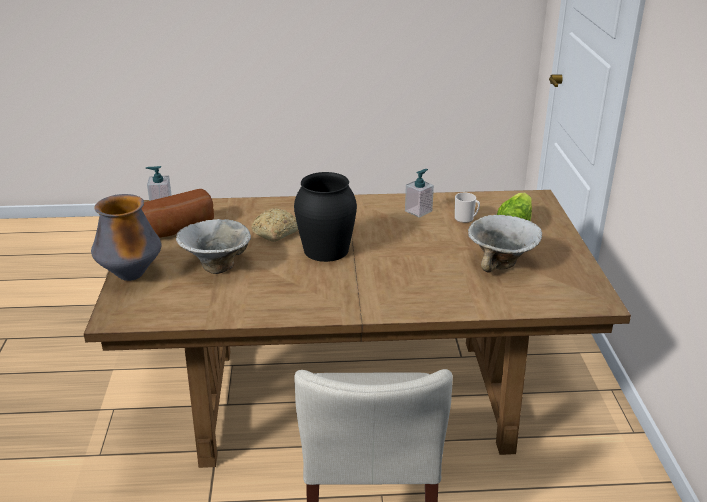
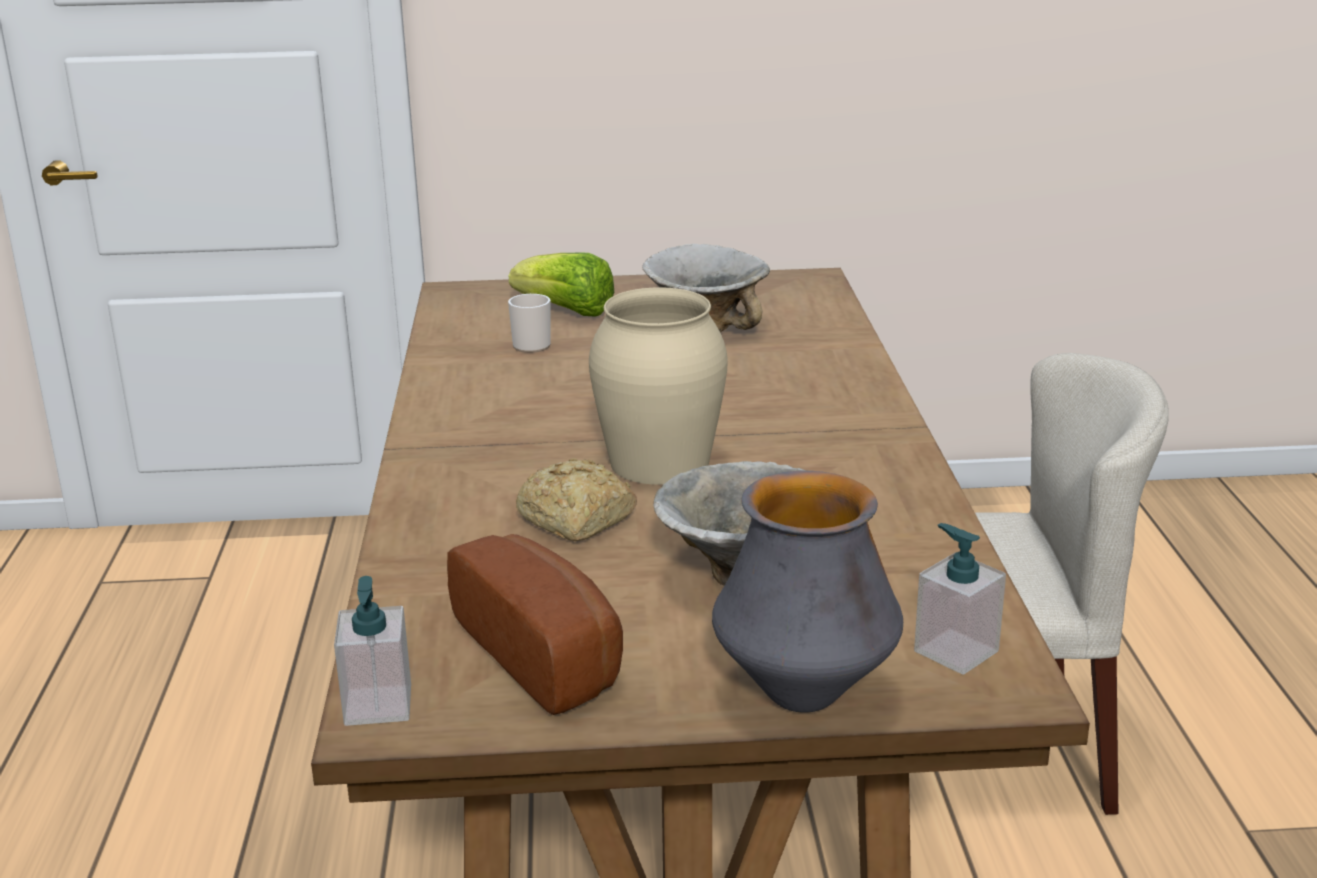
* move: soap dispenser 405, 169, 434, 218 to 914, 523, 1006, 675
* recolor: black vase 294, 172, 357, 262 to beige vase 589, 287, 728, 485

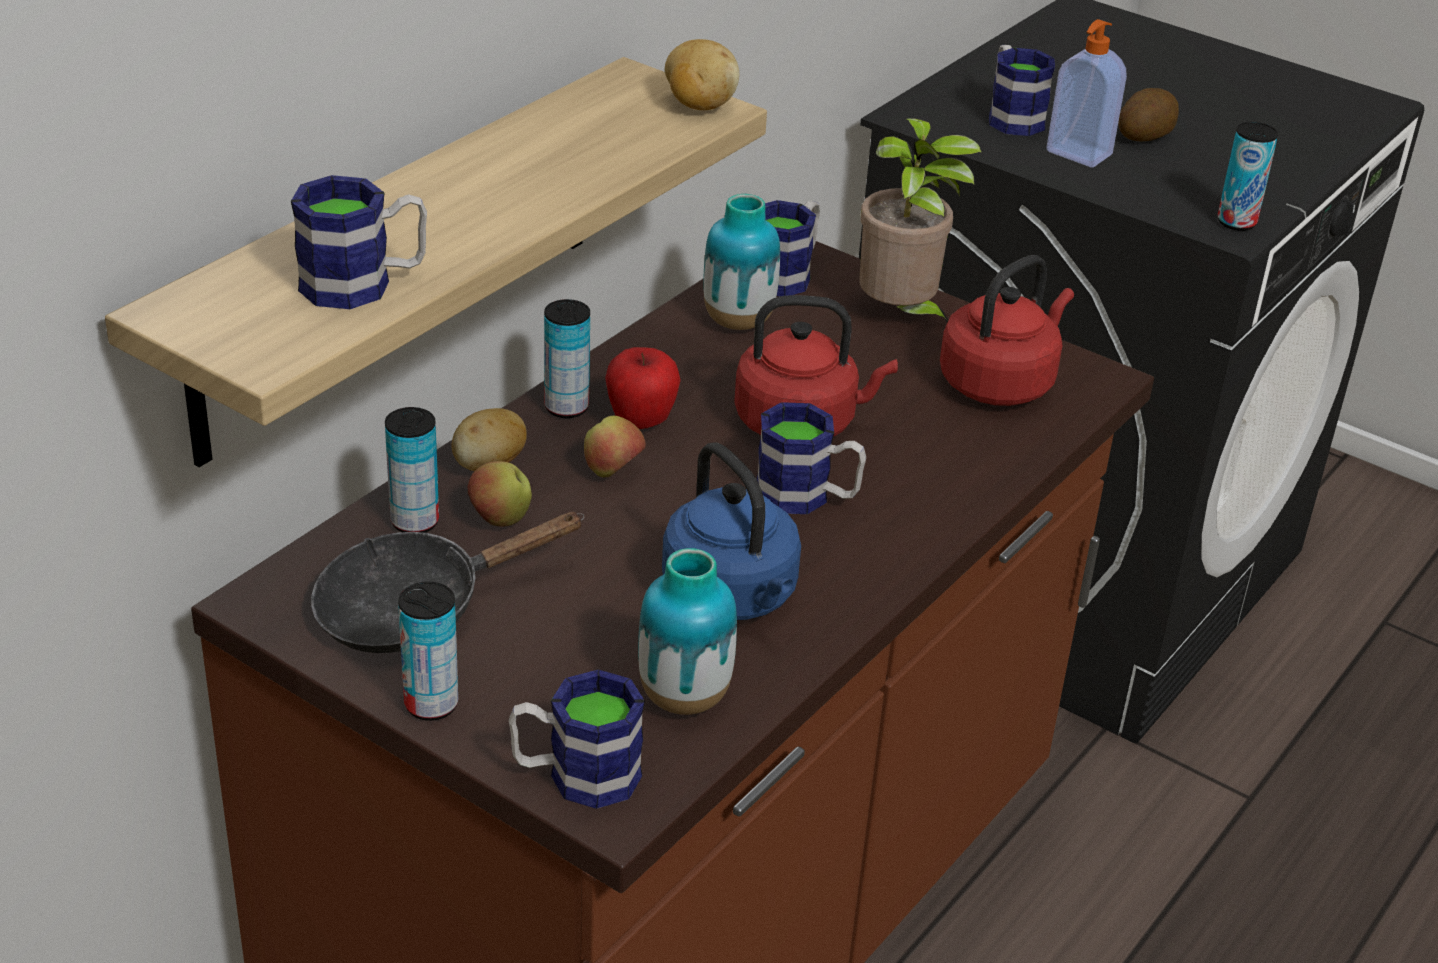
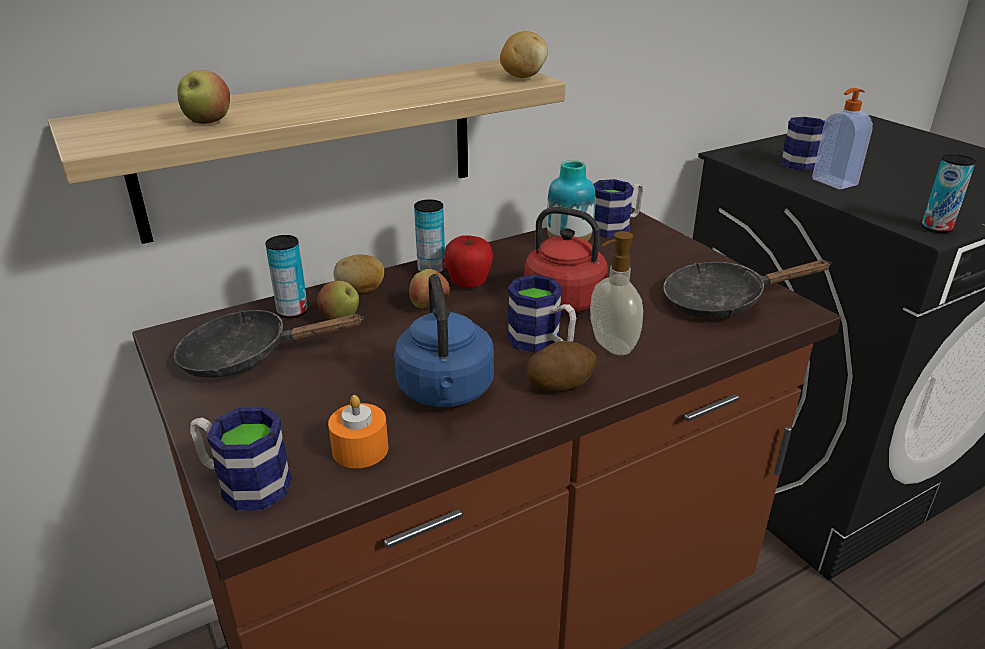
* move: potato 1118, 88, 1179, 142 to 527, 341, 597, 391
* delete: potted plant 859, 118, 982, 322
* replace: mug 291, 175, 427, 309 to apple 177, 70, 230, 124
* replace: red kettle 940, 255, 1074, 406 to black frying pan 664, 260, 832, 318
* replace: vase 638, 548, 737, 715 to orange candle 328, 395, 389, 468
* delete: can 398, 582, 459, 721
* insert: soap dispenser 590, 231, 643, 355

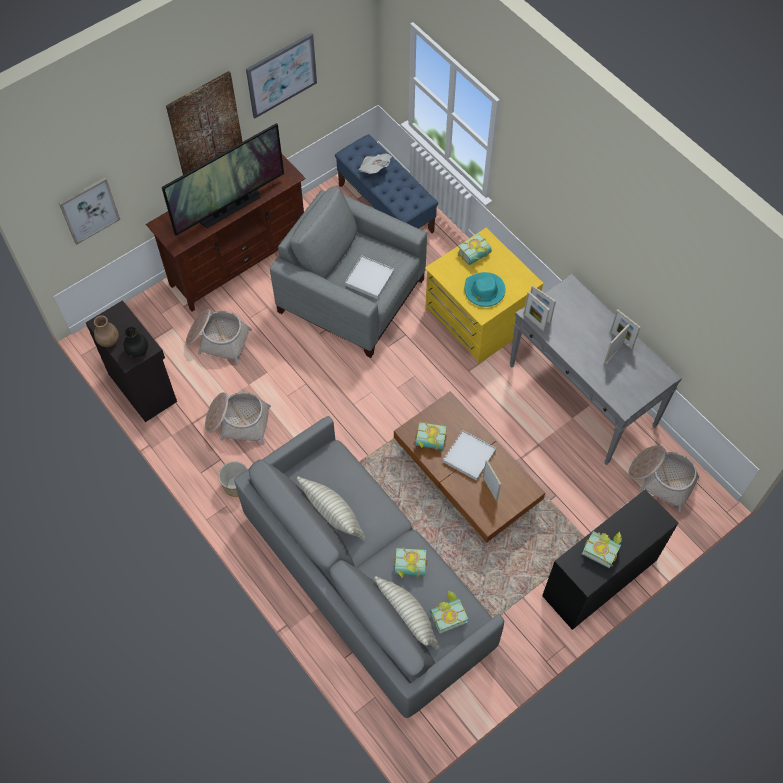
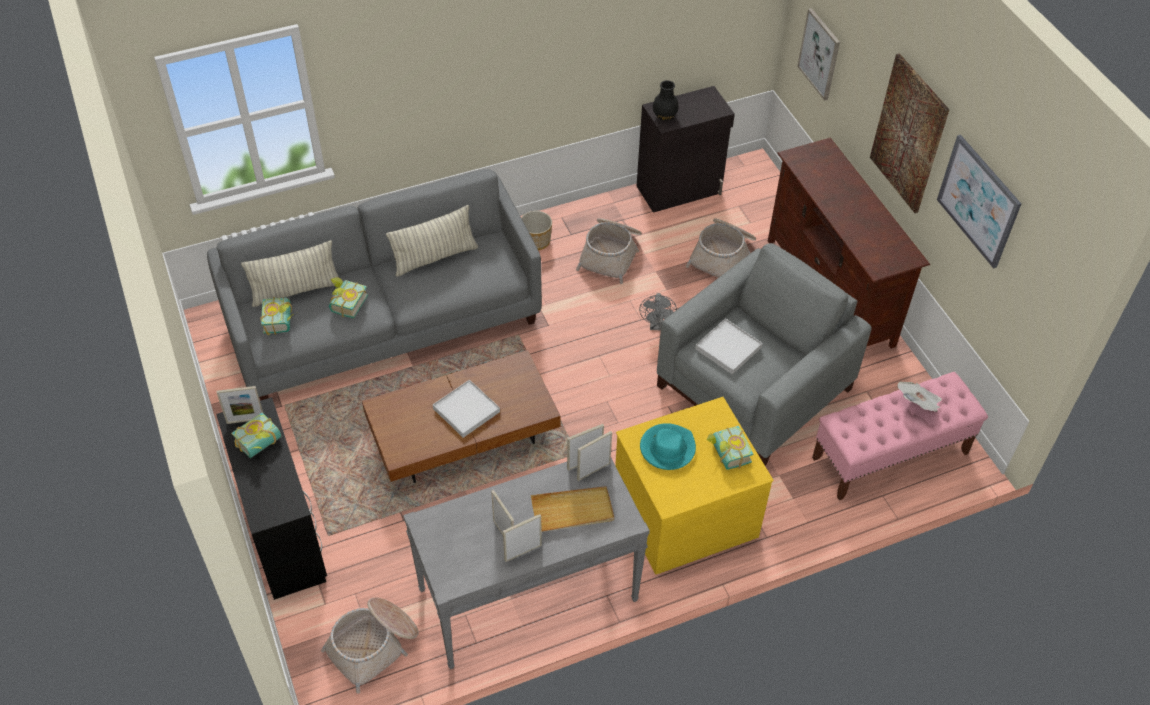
* delete: television 162, 123, 284, 236
* recolor: blue bench 335, 134, 438, 233 to pink bench 812, 372, 988, 500
* delete: brown vase 94, 316, 119, 347
* delete: book 416, 422, 447, 450
* move: picture frame 483, 460, 501, 501 to 217, 386, 264, 424
* insert: grey fan 639, 293, 677, 330
* insert: beige tray 531, 486, 614, 532

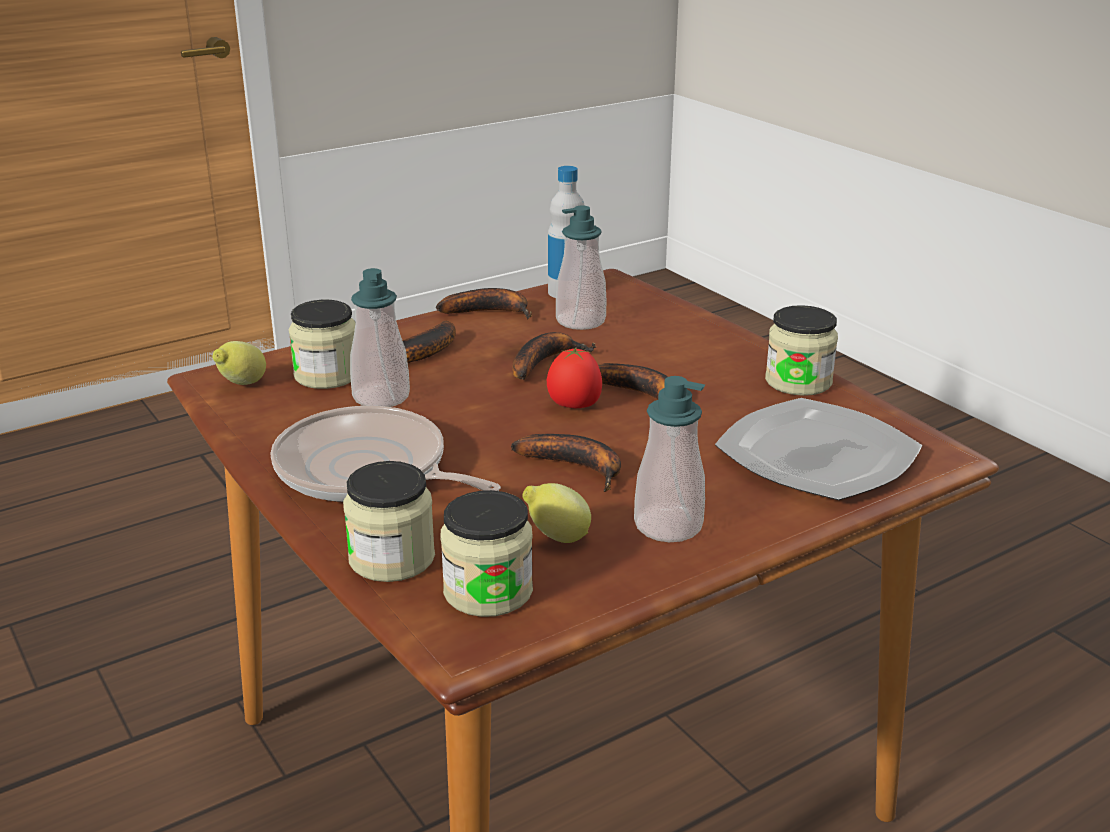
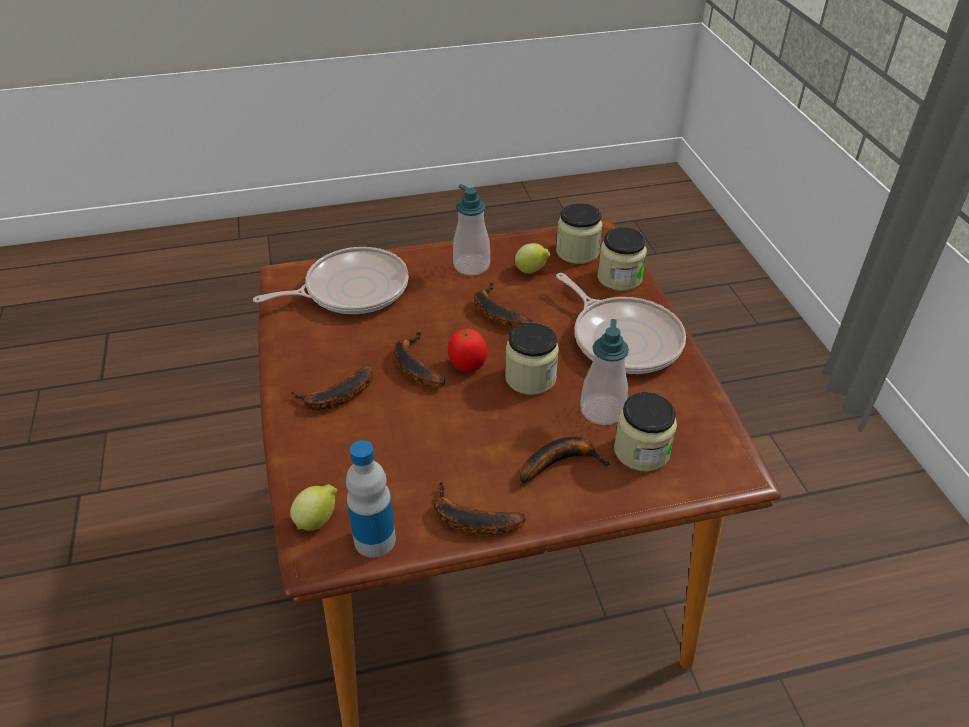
* delete: soap dispenser 556, 206, 606, 330
* move: jar 765, 305, 838, 396 to 505, 323, 559, 395
* move: banana 512, 332, 596, 380 to 290, 364, 374, 410
* move: lemon 212, 341, 266, 385 to 290, 484, 337, 531
* replace: plate 715, 398, 922, 500 to frying pan 253, 247, 409, 314

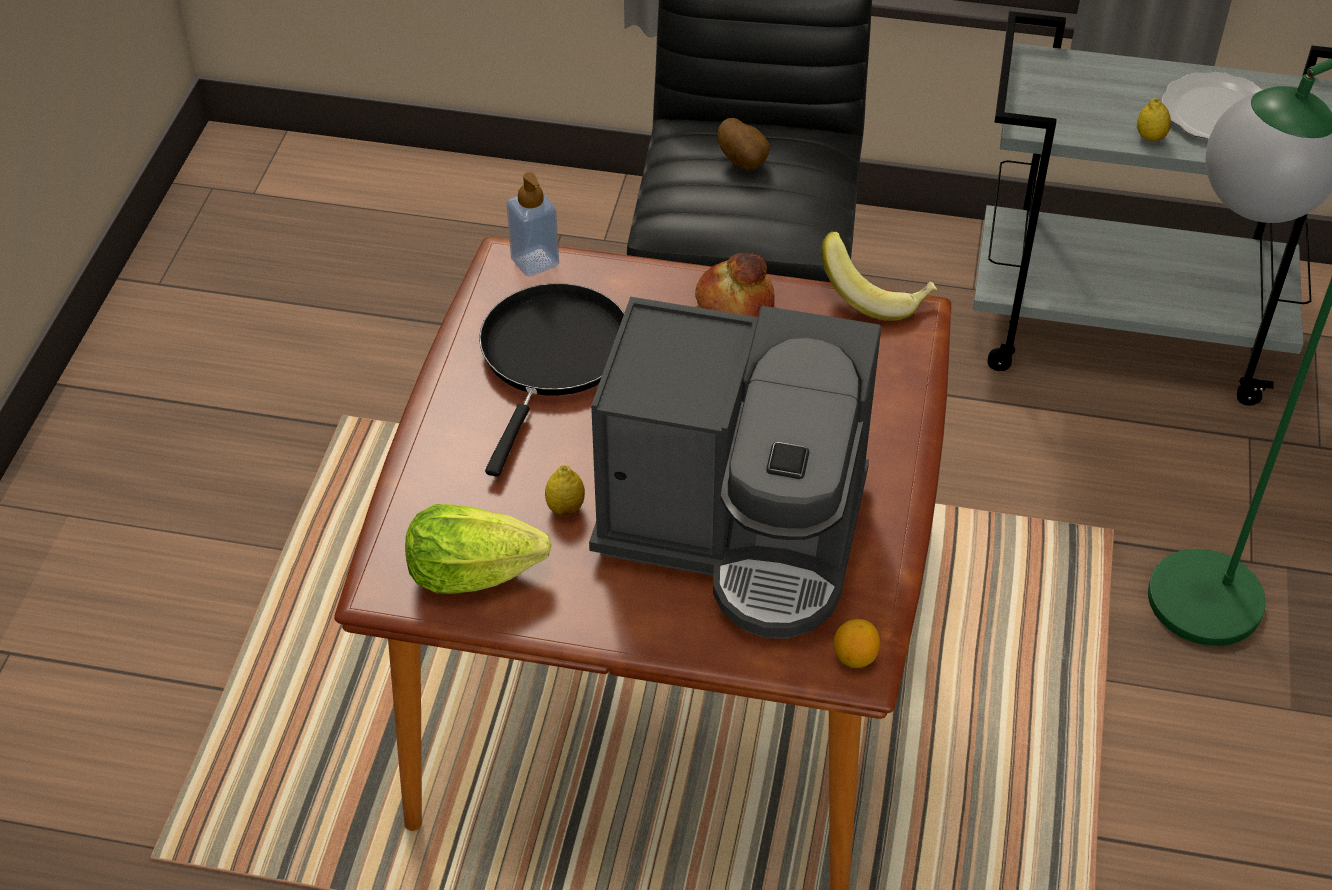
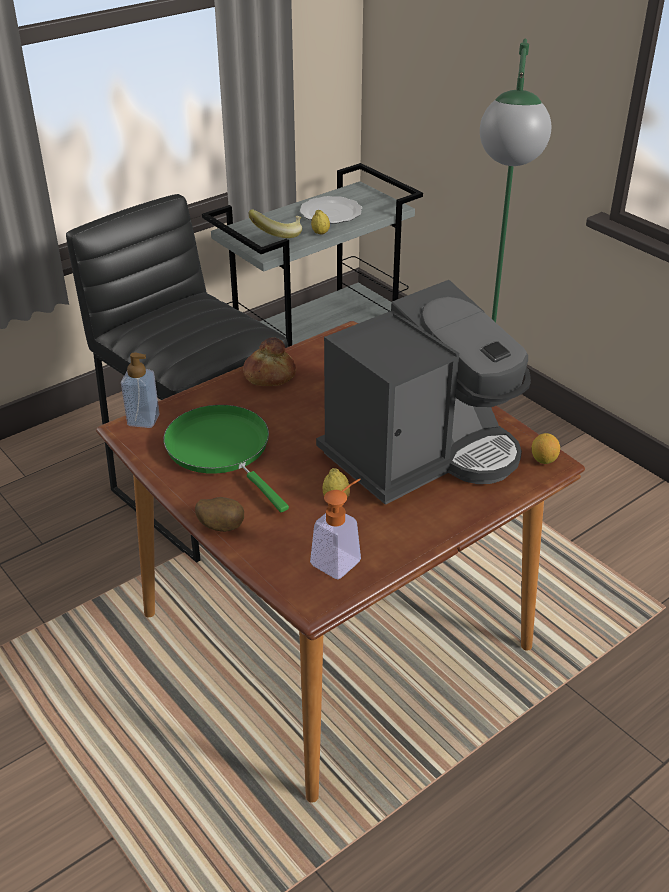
* move: potato 717, 118, 770, 169 to 195, 497, 244, 532
* move: banana 821, 232, 937, 321 to 249, 209, 302, 238
* recolor: black frying pan 479, 283, 624, 477 to green frying pan 163, 405, 289, 512
* replace: lettuce 405, 504, 551, 594 to soap dispenser 310, 478, 361, 579

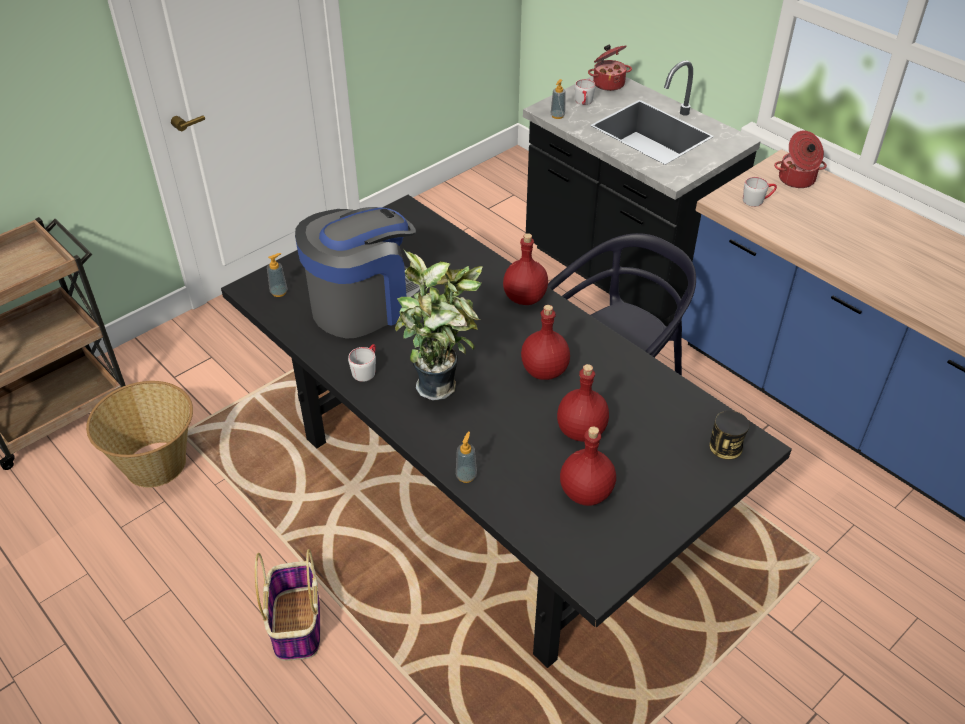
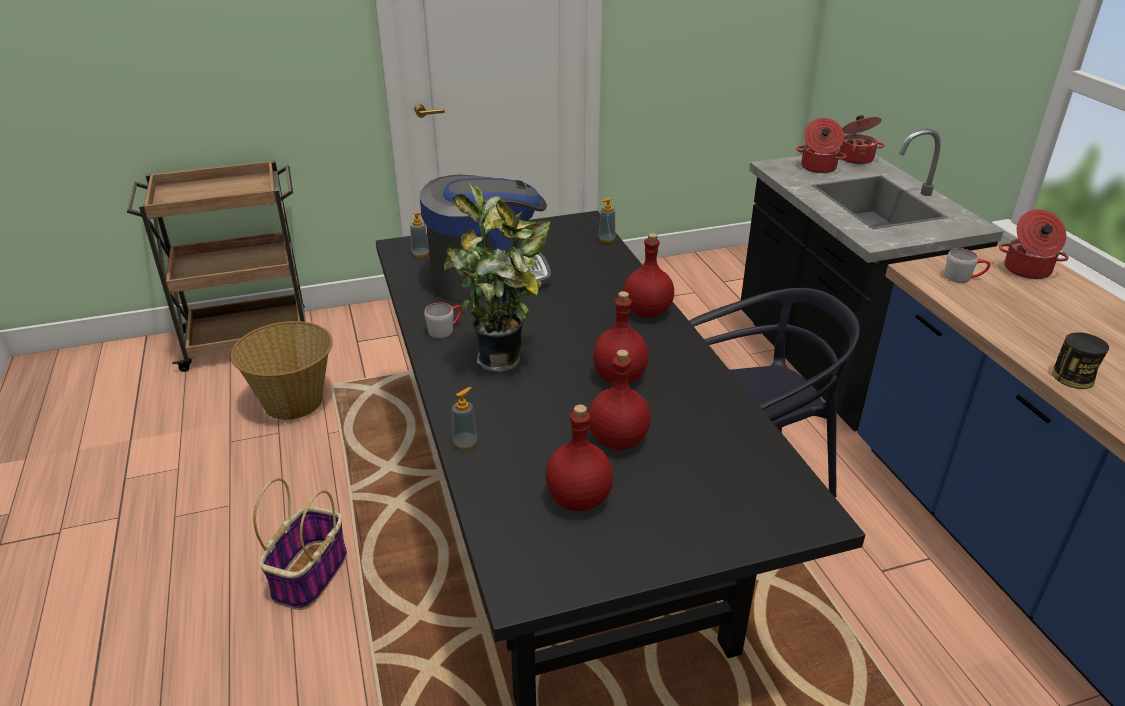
* move: soap dispenser 551, 79, 566, 119 to 599, 197, 616, 243
* replace: grey mug 575, 79, 595, 105 to cooking pot 796, 118, 847, 173
* move: can 709, 410, 749, 460 to 1052, 332, 1109, 389

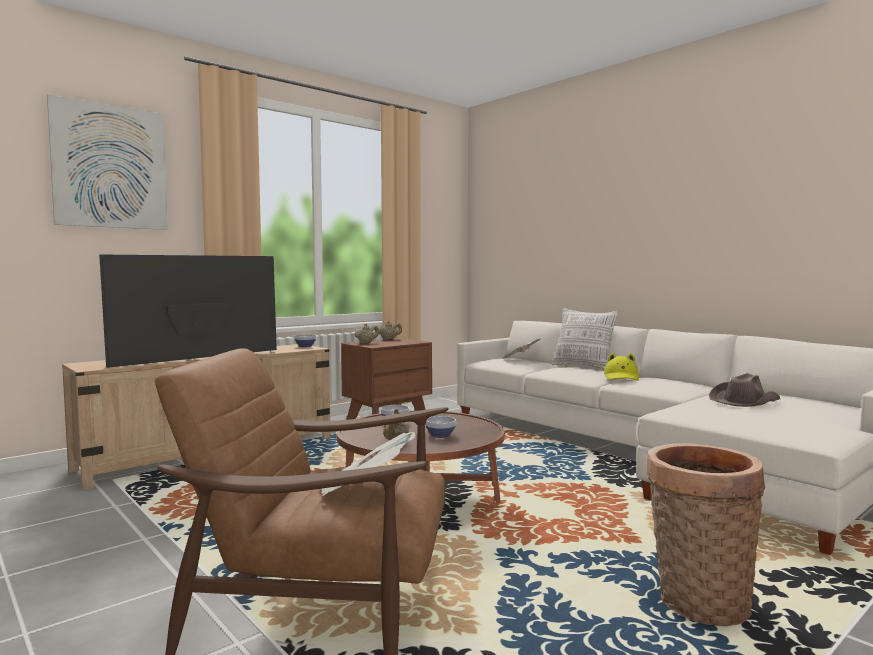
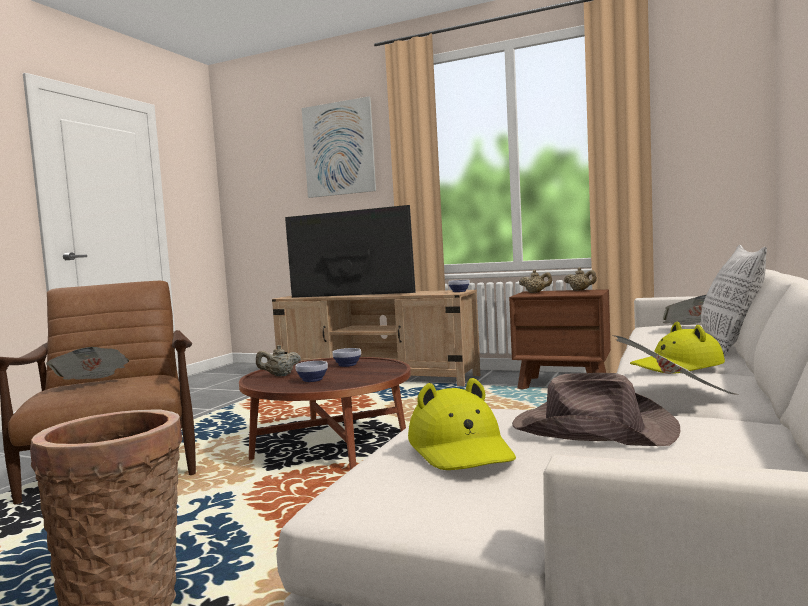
* insert: newspaper 612, 335, 738, 395
* insert: yellow hat 408, 378, 516, 470

